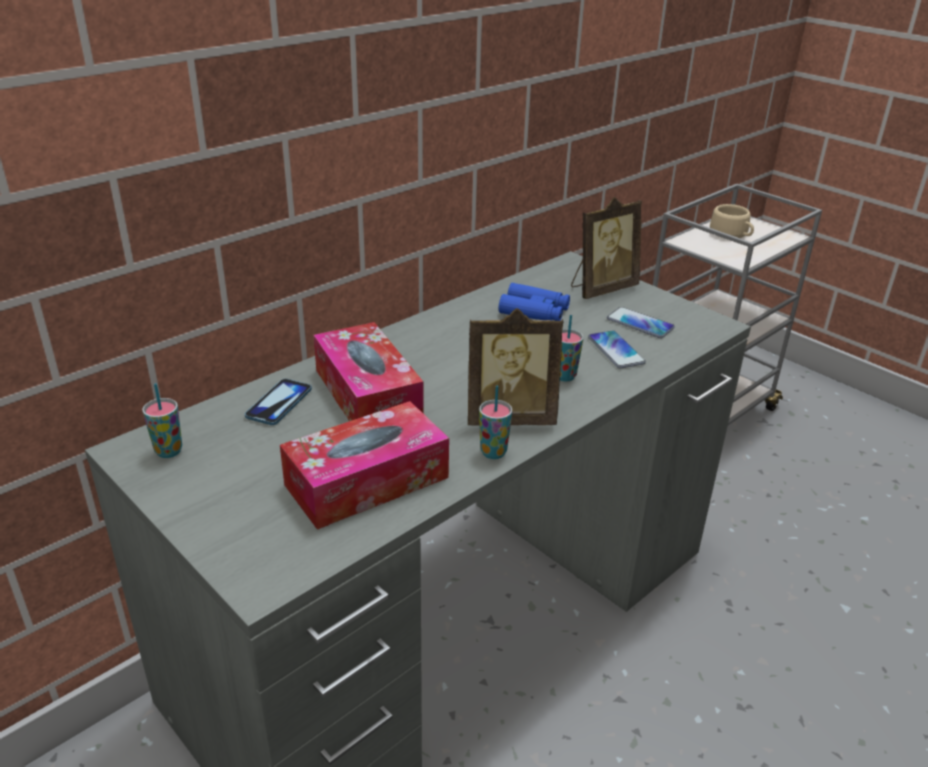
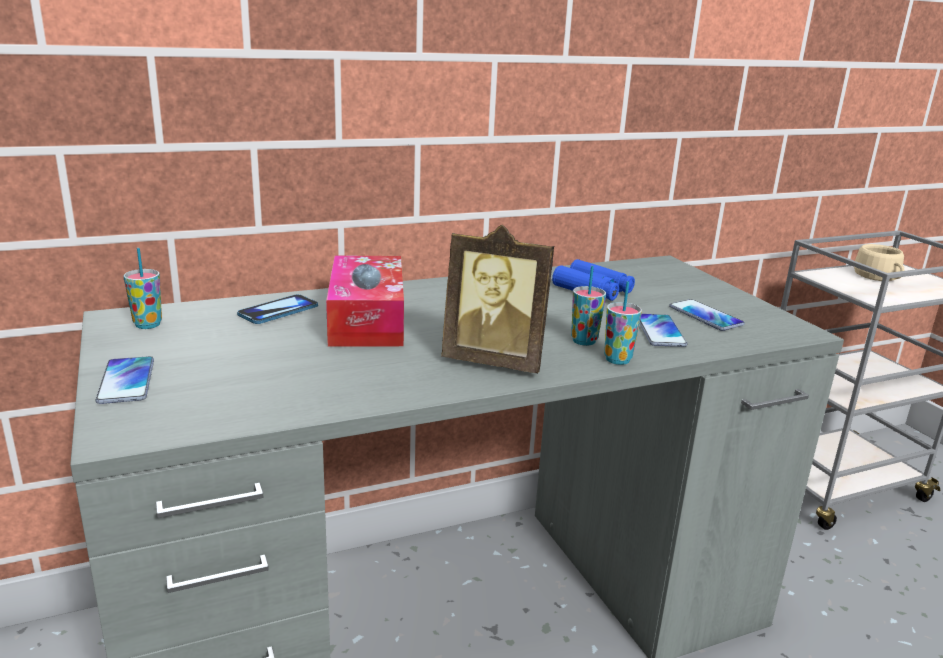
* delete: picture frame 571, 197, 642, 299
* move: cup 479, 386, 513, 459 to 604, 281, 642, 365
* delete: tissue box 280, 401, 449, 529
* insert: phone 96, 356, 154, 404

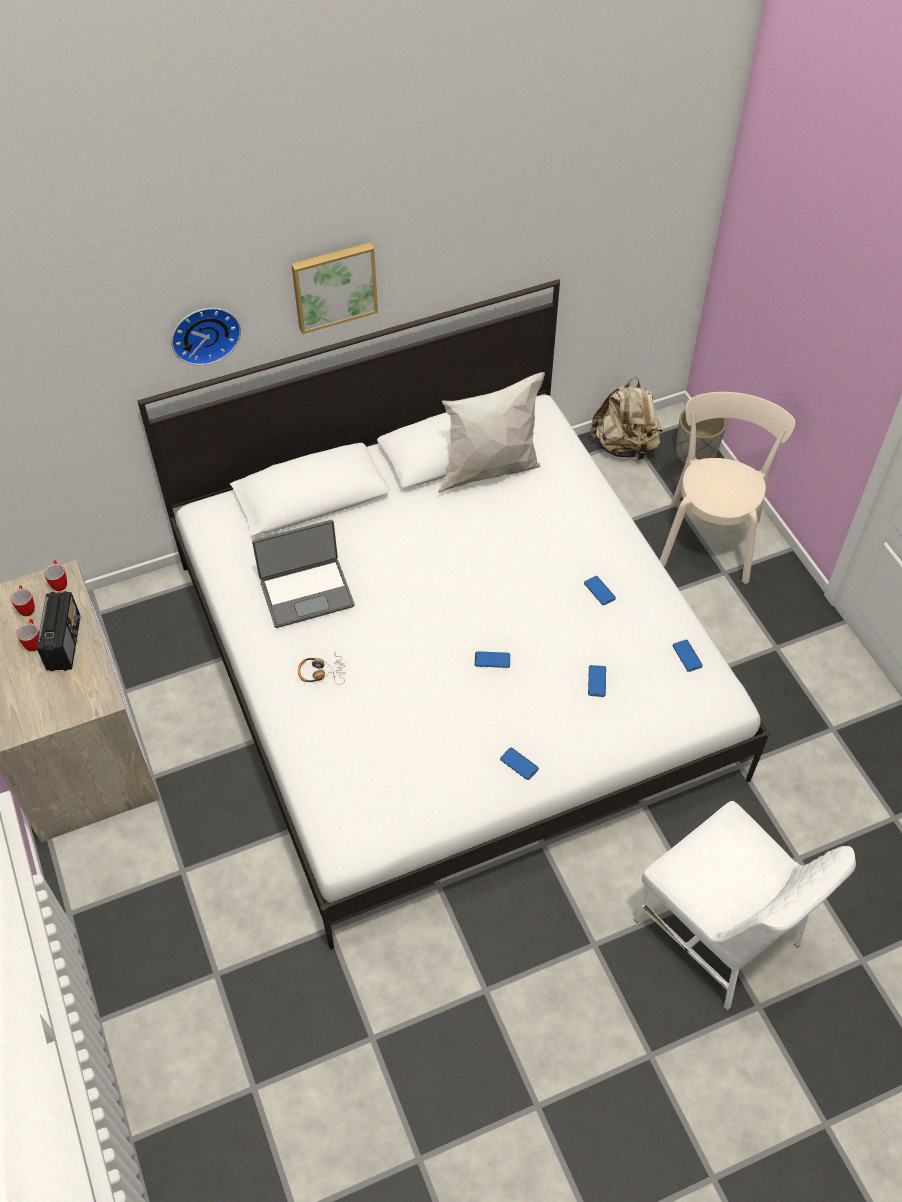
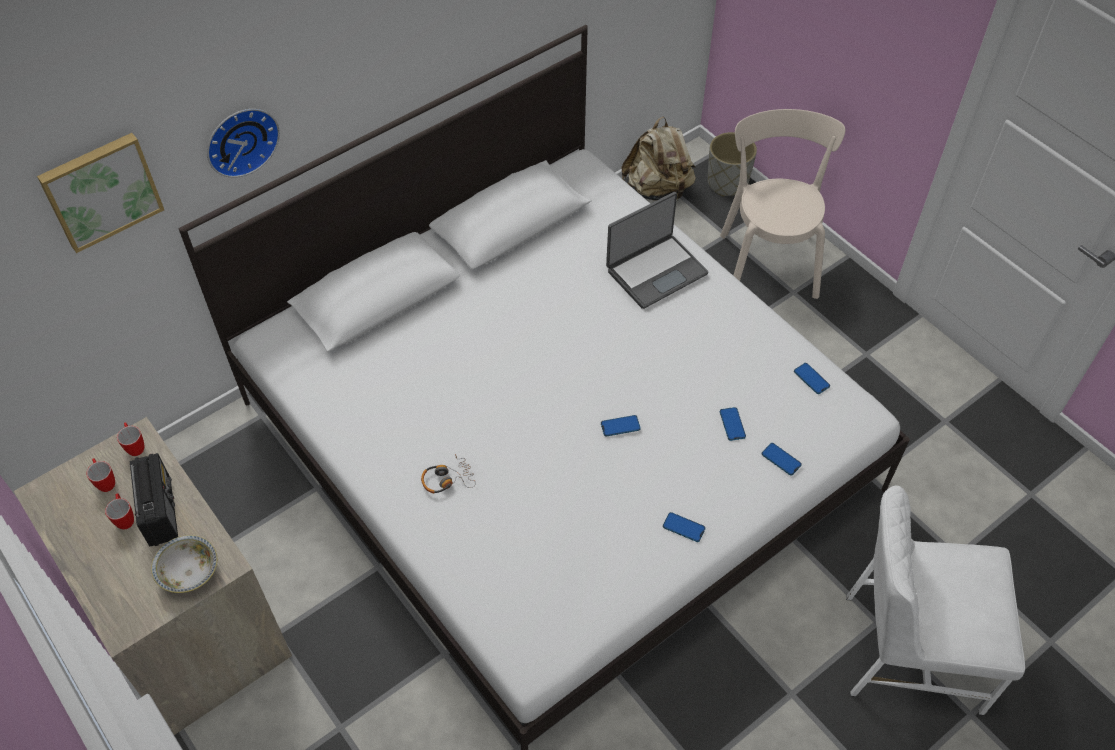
* move: picture 291, 242, 378, 334 to 37, 133, 164, 253
* delete: white pillow 438, 372, 545, 493
* move: laptop 252, 520, 355, 628 to 606, 192, 708, 309
* move: phone 584, 576, 616, 605 to 761, 443, 802, 475
* rotate: white chair 634, 801, 856, 1011 = 846, 485, 1025, 715 150 degrees clockwise
* insert: bowl 151, 535, 217, 593

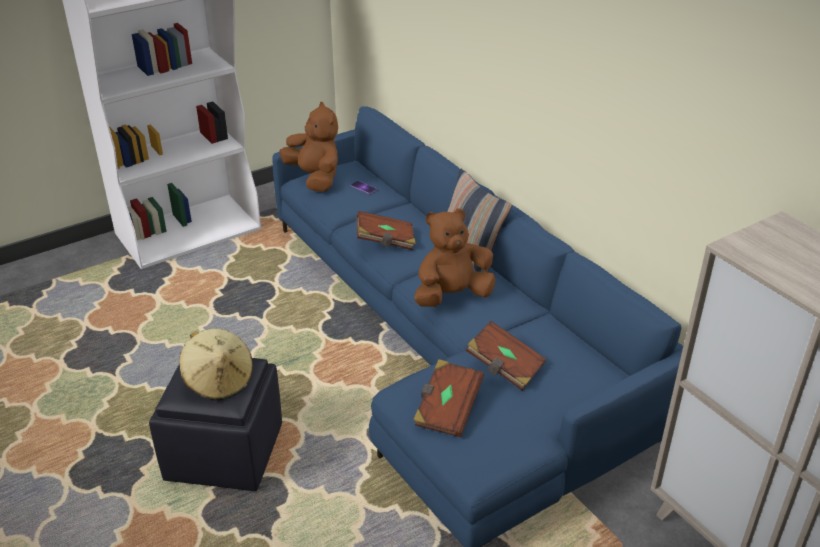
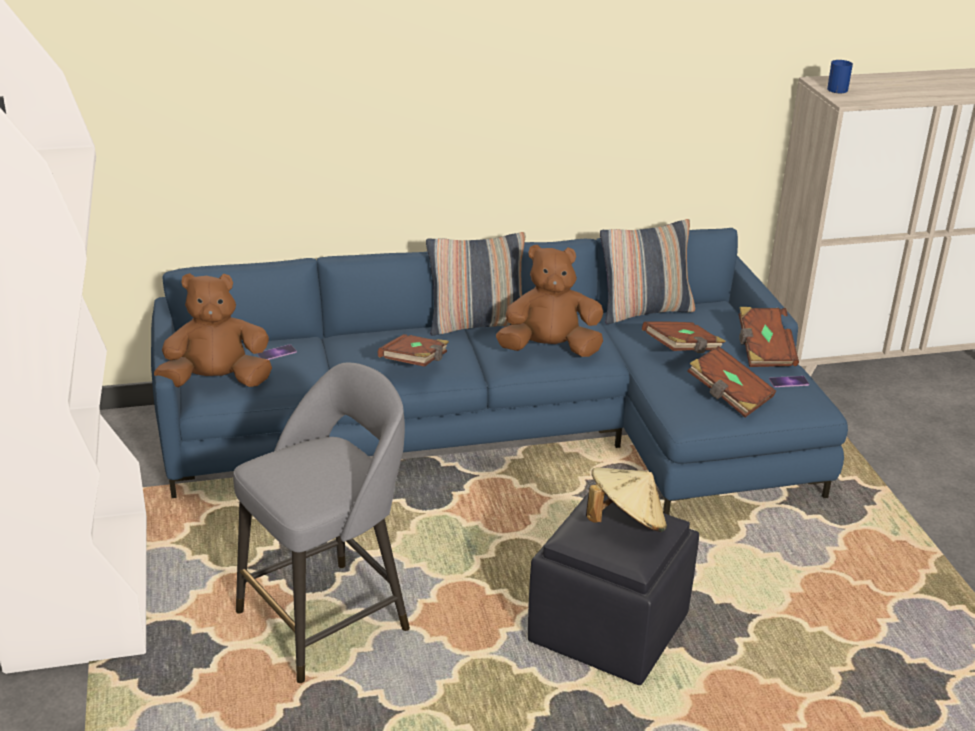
* rotate: brown plush toy 414, 208, 496, 307 = 496, 245, 603, 357 90 degrees clockwise
* insert: blue mug 827, 60, 853, 93
* insert: pillow 600, 219, 695, 324
* insert: brown book 739, 307, 799, 367
* insert: grey stool 233, 362, 410, 683
* insert: phone 769, 376, 809, 387

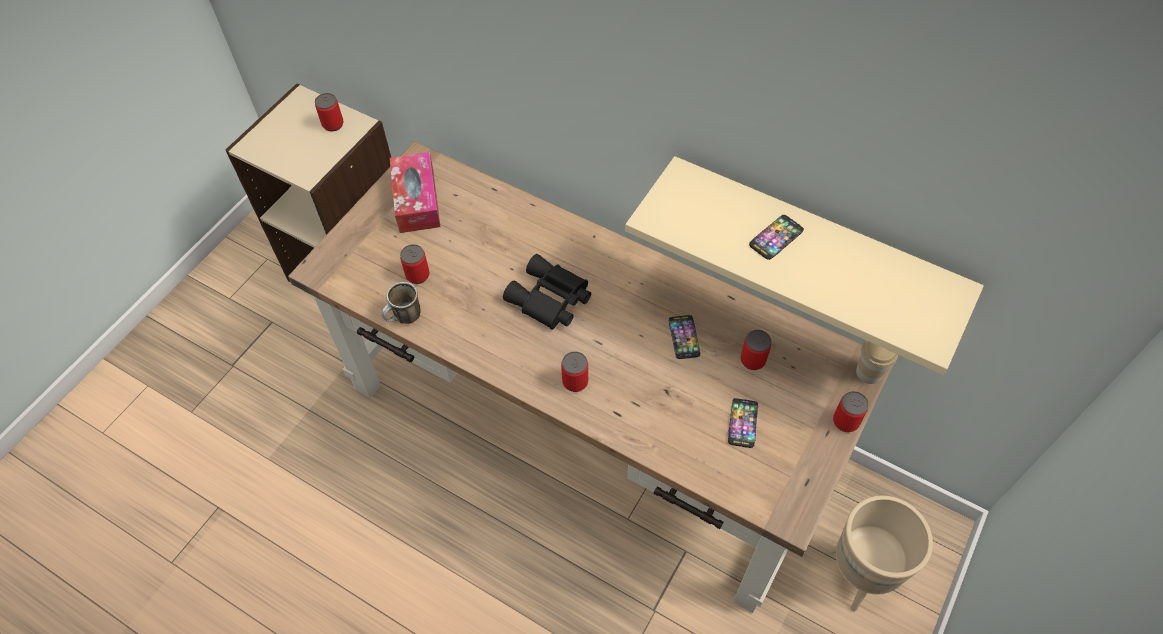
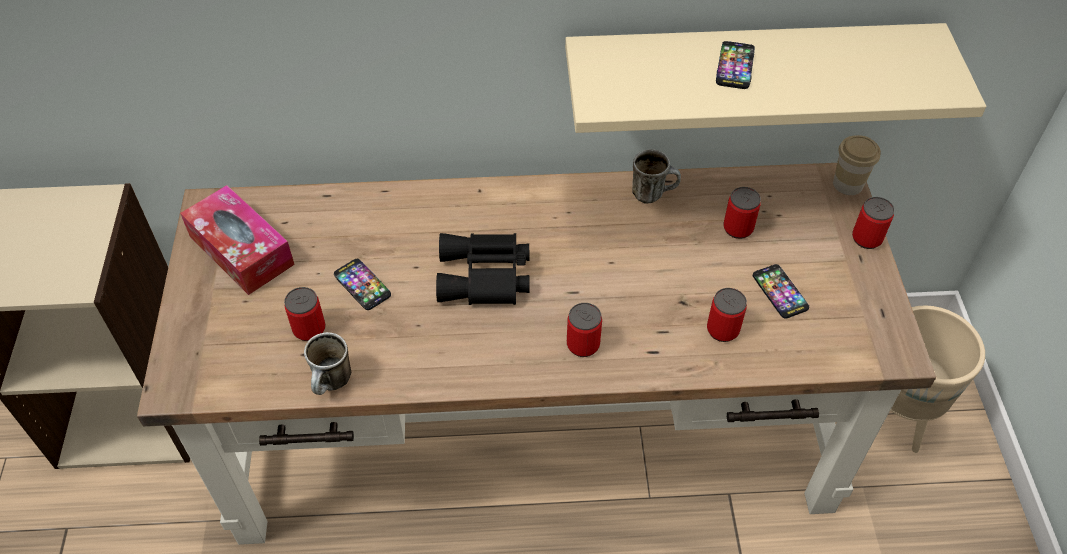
* move: can 315, 93, 344, 131 to 707, 288, 747, 342
* move: phone 669, 315, 700, 359 to 334, 259, 391, 310
* insert: mug 632, 149, 681, 204

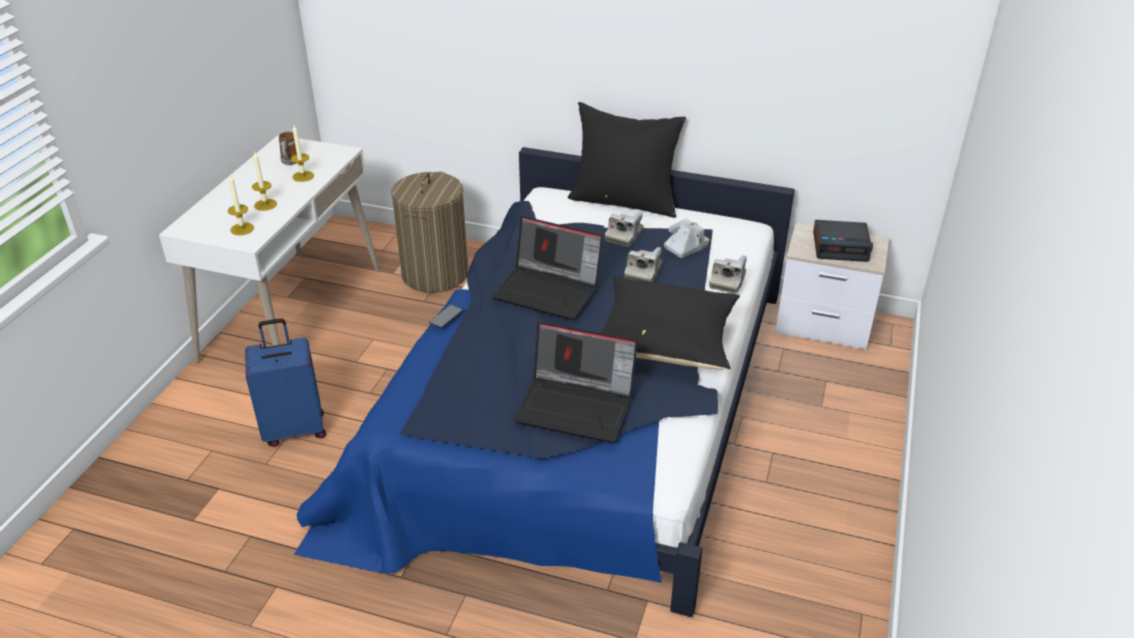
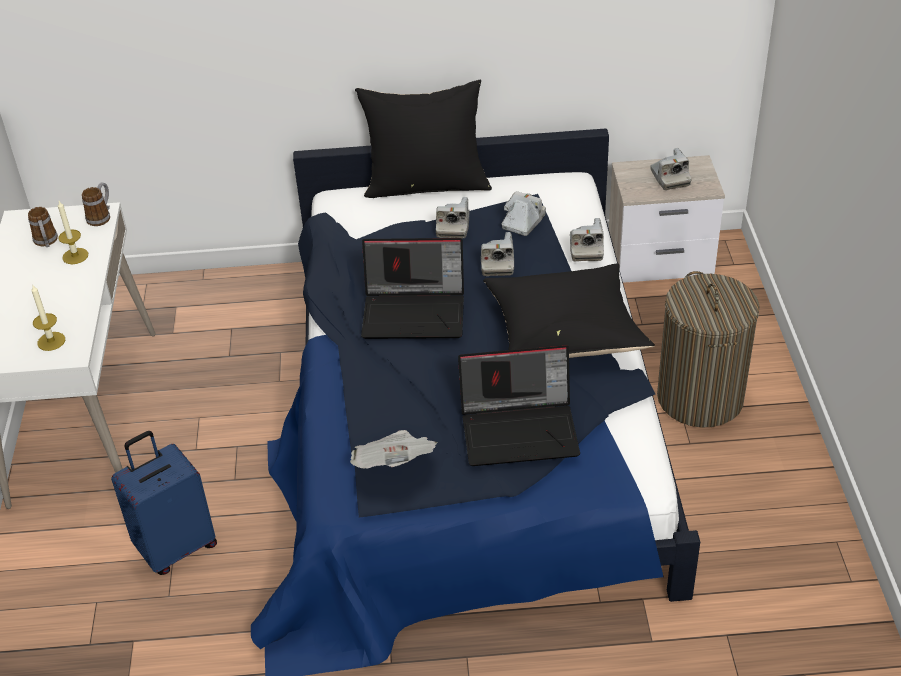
* delete: candle 252, 151, 277, 211
* move: laundry basket 391, 172, 468, 293 to 657, 271, 760, 428
* replace: alarm clock 813, 220, 873, 262 to photo camera 651, 148, 691, 190
* delete: phone 429, 305, 463, 328
* insert: mug 82, 182, 110, 226
* insert: newspaper 350, 430, 437, 469

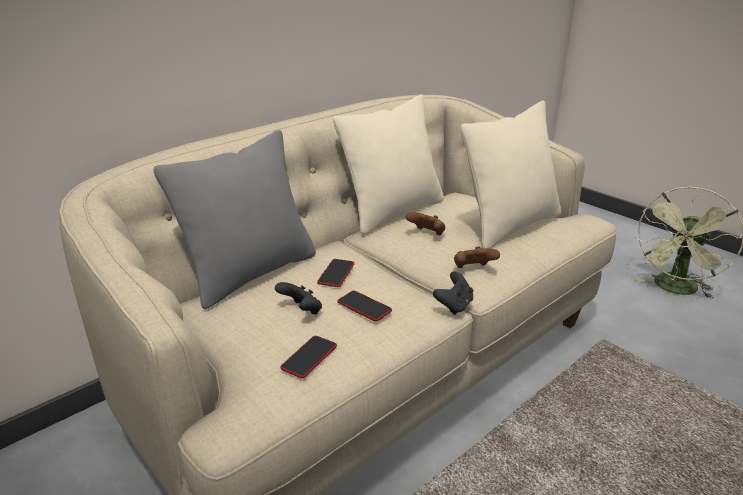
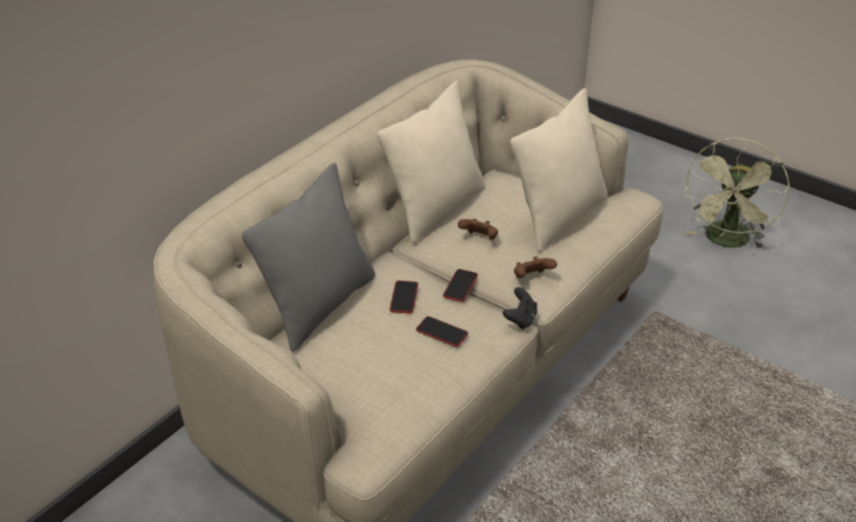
* delete: black game controller 275, 282, 322, 315
* move: phone 280, 336, 337, 378 to 443, 269, 478, 302

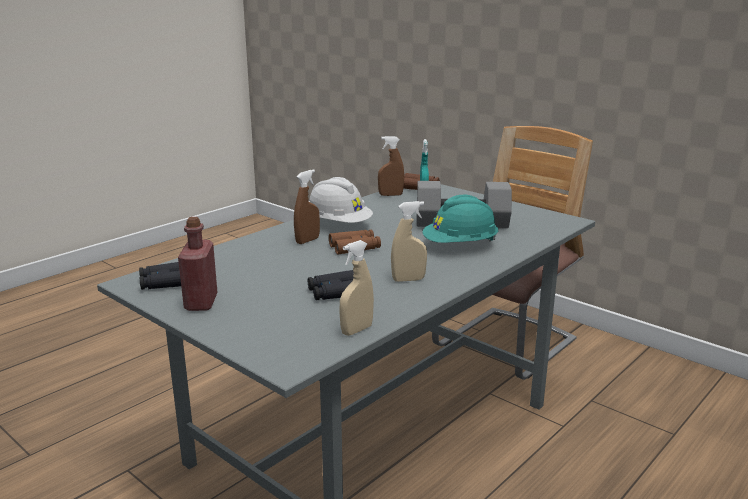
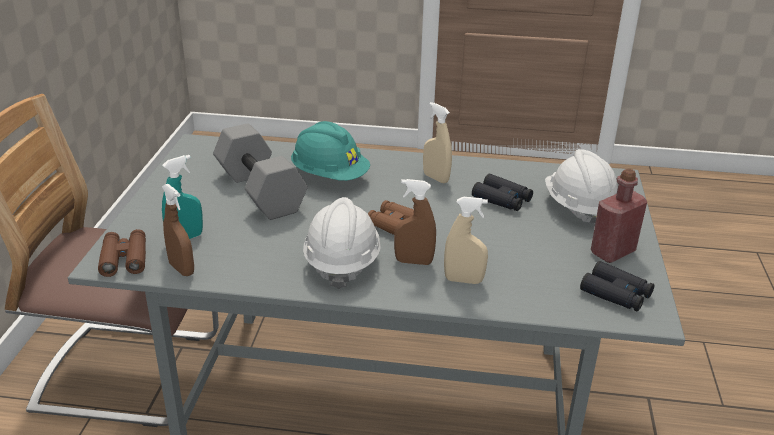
* move: beige spray bottle 340, 240, 374, 336 to 444, 197, 488, 284
* insert: white hard hat 545, 149, 618, 227

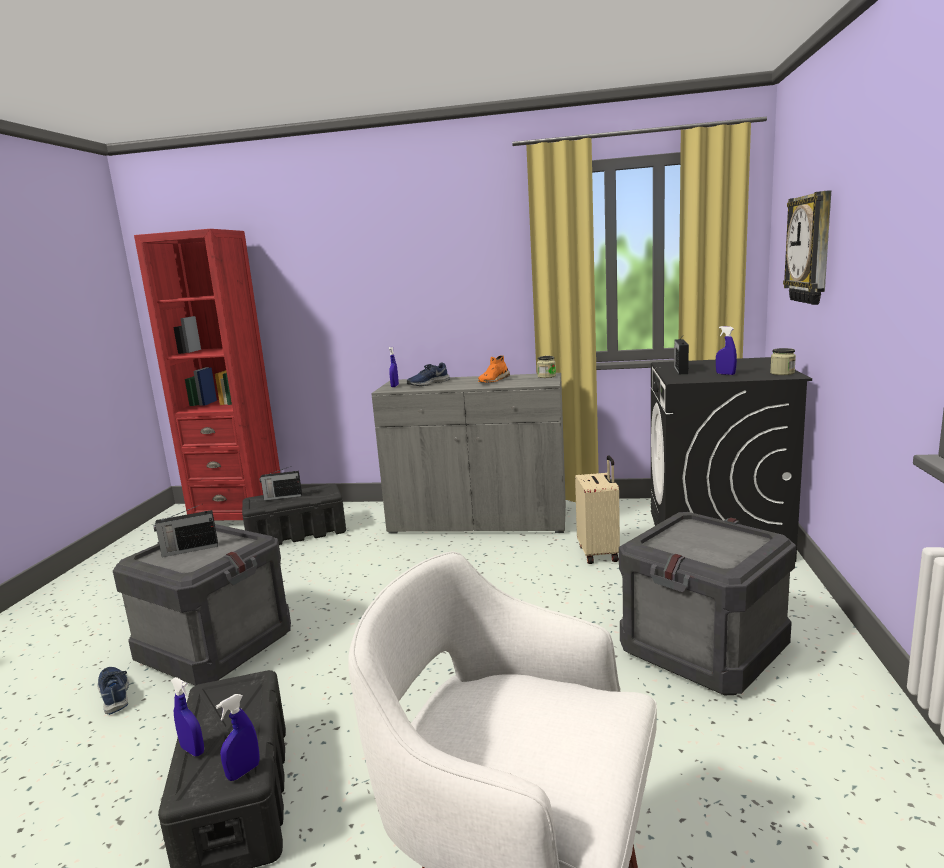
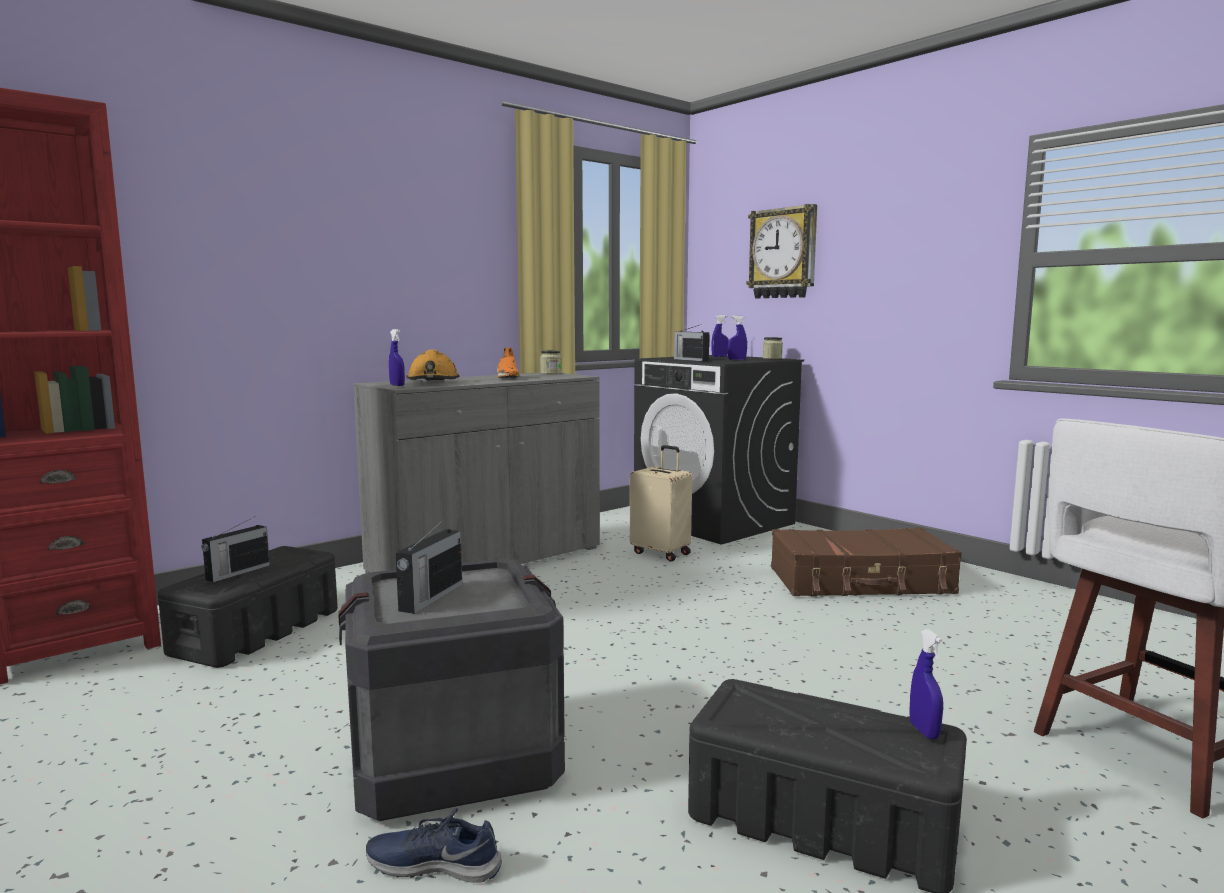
* replace: blue shoe 407, 363, 449, 386 to orange hard hat 406, 350, 459, 380
* replace: crate 619, 512, 796, 695 to brown suitcase 771, 527, 962, 597
* move: blue spray bottle 171, 677, 204, 756 to 711, 315, 729, 357

